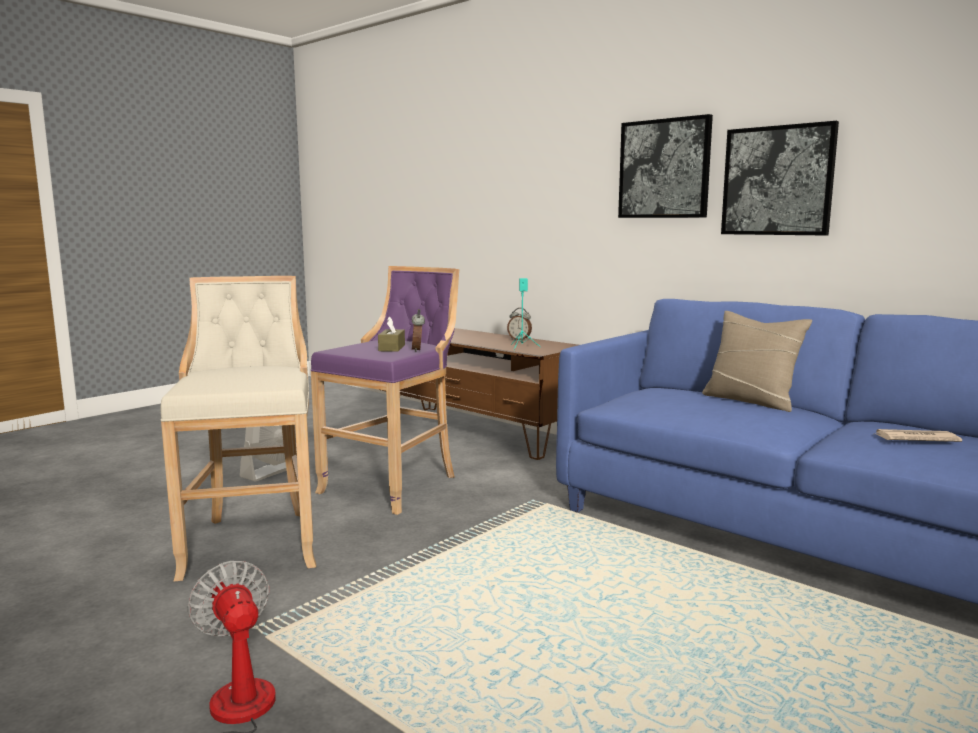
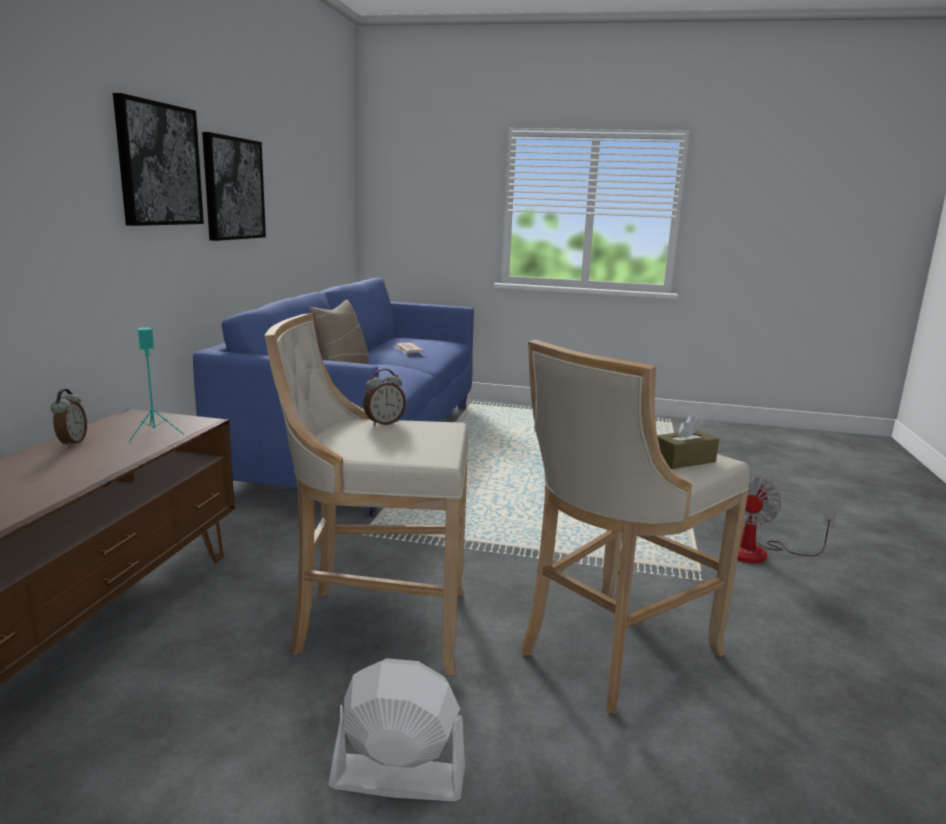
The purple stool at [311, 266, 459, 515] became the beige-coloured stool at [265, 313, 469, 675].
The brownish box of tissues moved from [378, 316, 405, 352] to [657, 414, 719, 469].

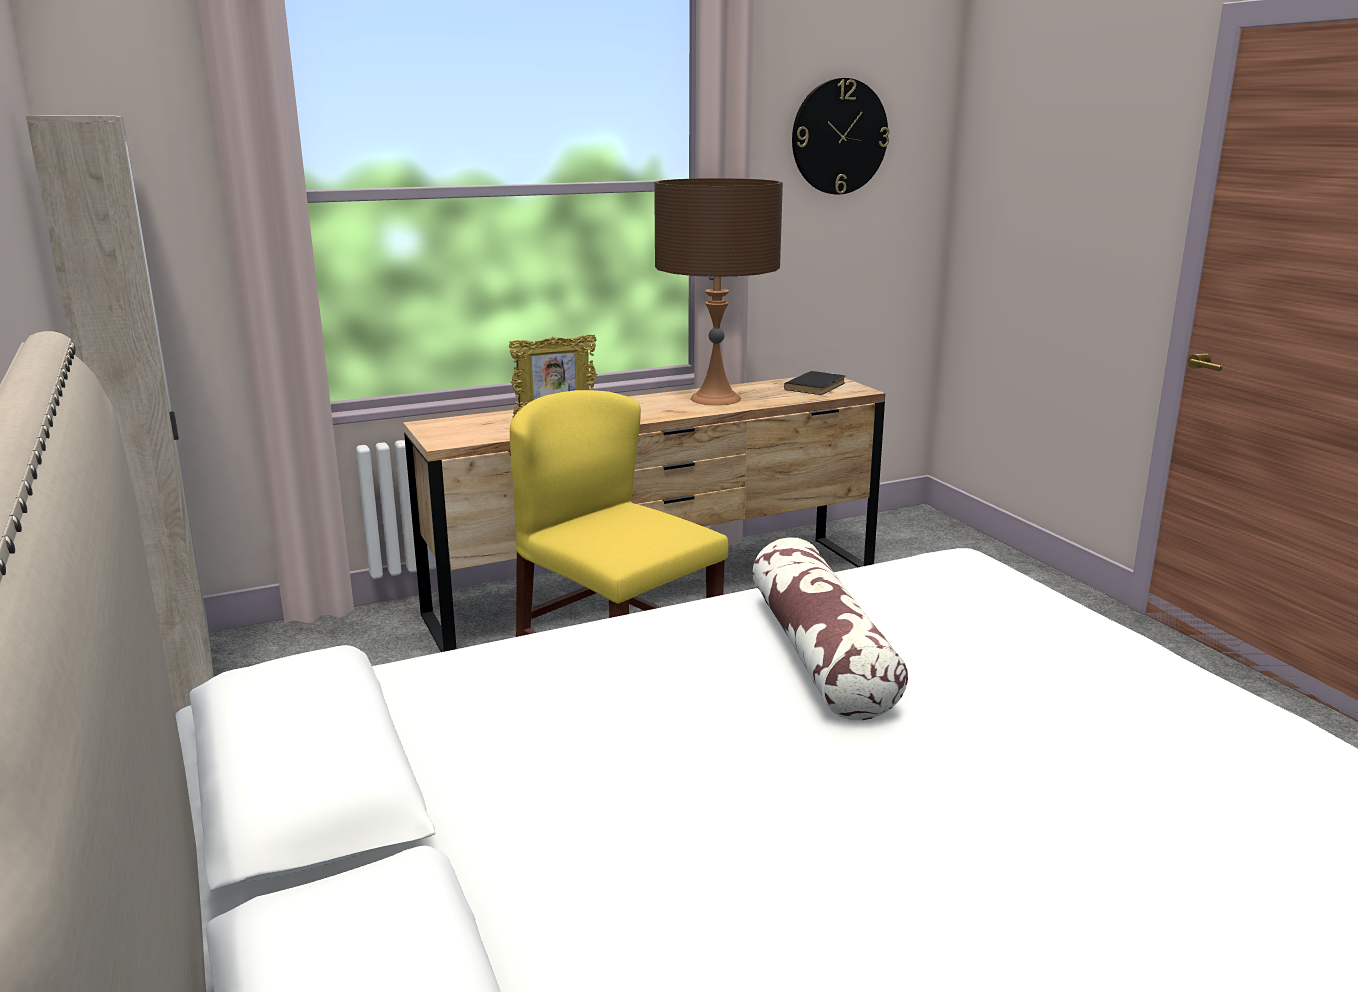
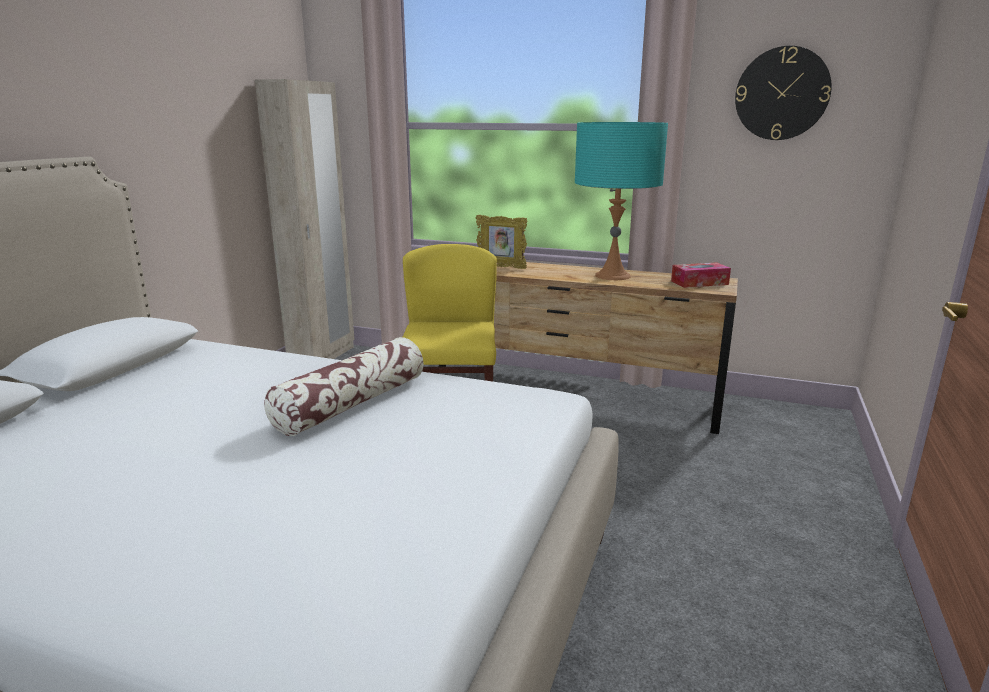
The brownish table lamp at [654, 178, 783, 406] became the blue-green table lamp at [575, 122, 668, 280].
The black book at [784, 371, 845, 395] was replaced by the box of tissues at [671, 262, 731, 288].

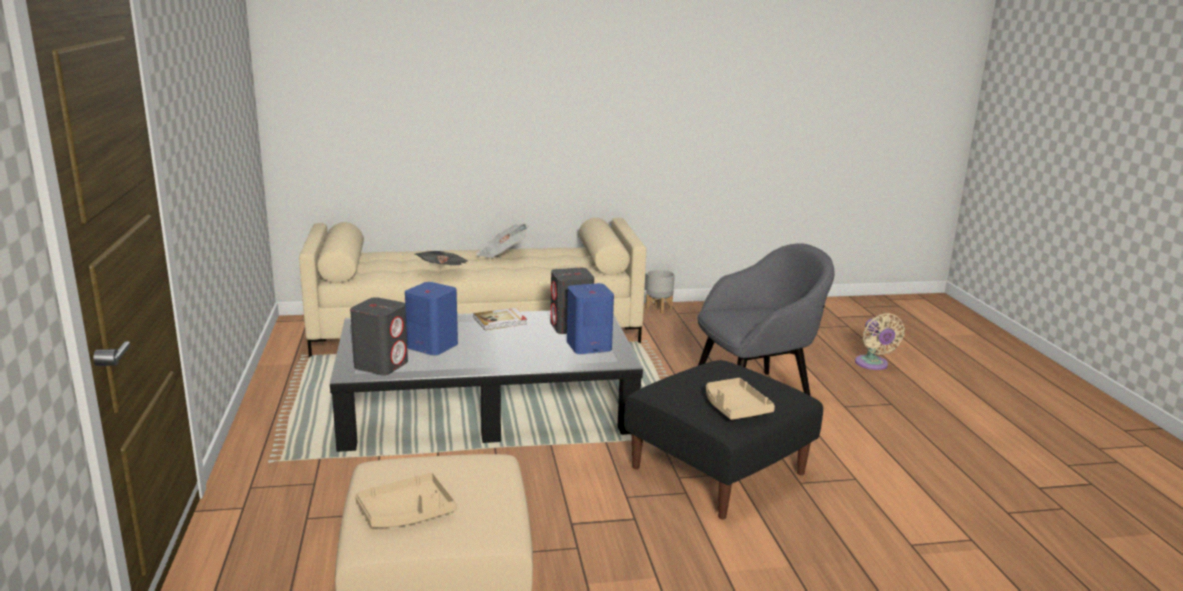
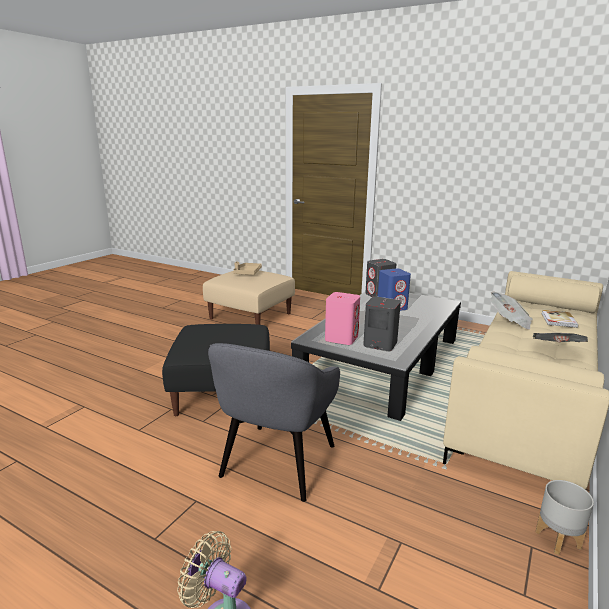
The book moved from [474, 308, 527, 330] to [541, 310, 579, 328].
The blue-coloured audio speaker at [567, 283, 614, 354] became the pink-coloured audio speaker at [325, 292, 360, 345].
The beige-coloured serving tray at [706, 378, 775, 420] disappeared.

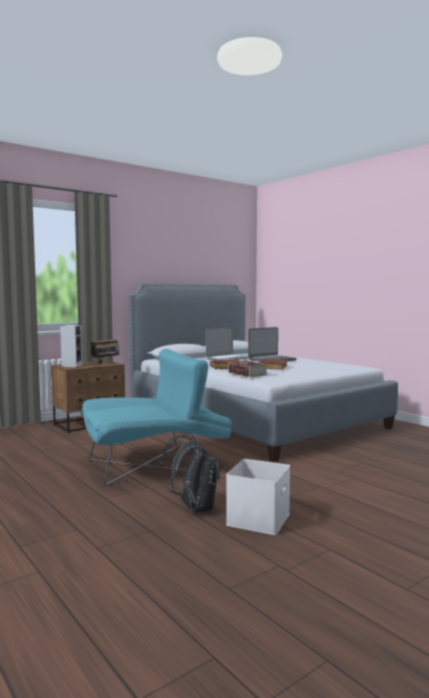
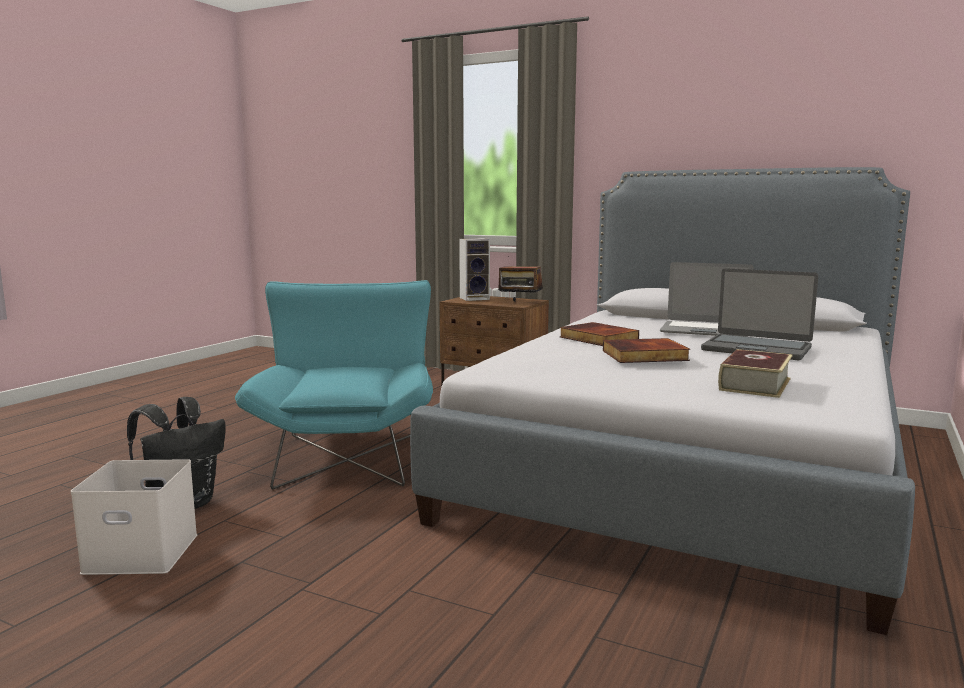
The blue-green lounge chair at [82, 349, 232, 486] turned 135 degrees counterclockwise.
The book moved from [228, 361, 268, 377] to [718, 349, 793, 398].

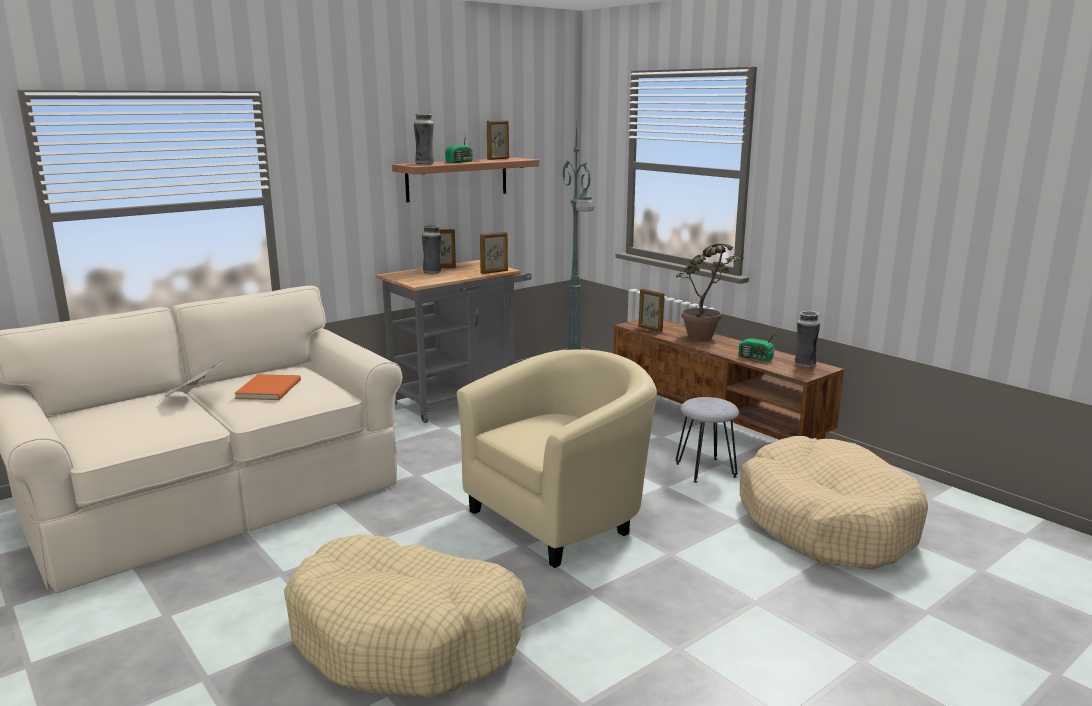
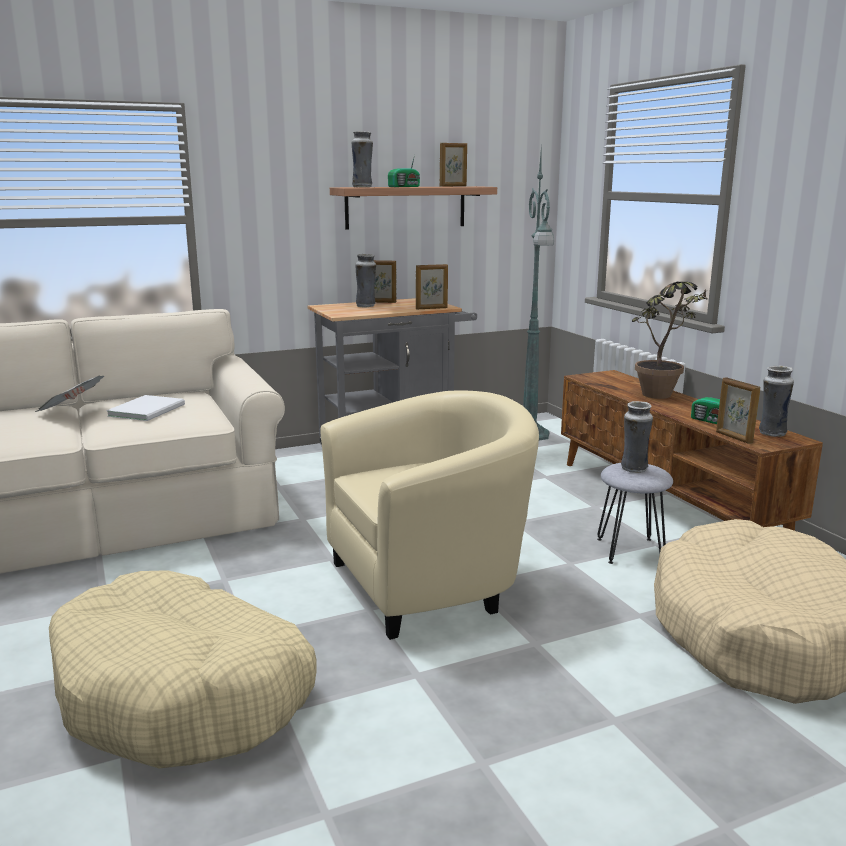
The orangey book at [234, 374, 301, 400] became the whitish book at [106, 395, 185, 421].
The picture frame moved from [639, 289, 664, 332] to [716, 377, 760, 444].
The decorative vase at [621, 401, 653, 473] appeared.

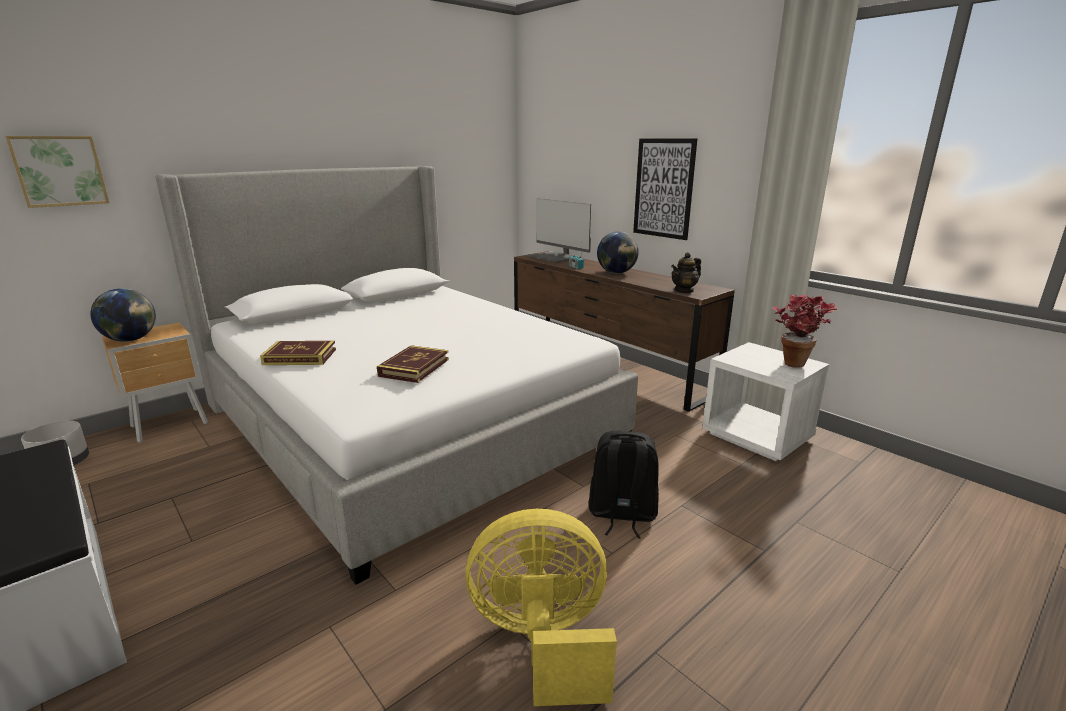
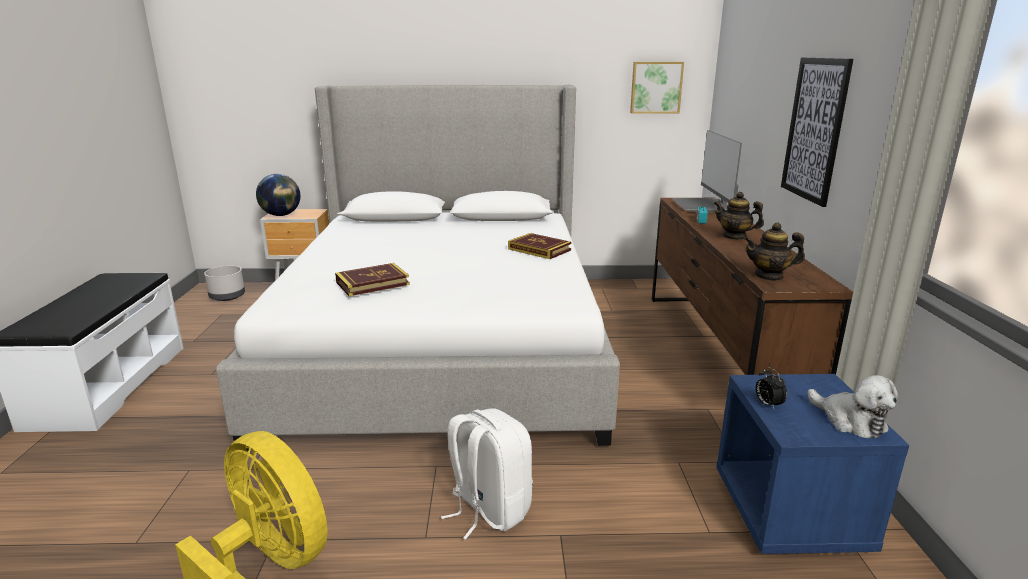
The wall art moved from [6, 136, 109, 208] to [630, 62, 684, 114].
The book moved from [260, 341, 336, 365] to [508, 233, 571, 259].
The black backpack at [589, 431, 659, 539] became the whitish backpack at [441, 408, 533, 540].
The world globe at [597, 231, 639, 274] was replaced by the pot for tea at [714, 192, 764, 240].
The whitish bedside table at [702, 342, 829, 461] became the blue-coloured bedside table at [716, 374, 909, 554].
The plant in a pot at [773, 294, 838, 367] was replaced by the plush toy at [807, 375, 898, 439].
The alarm clock at [755, 367, 787, 409] appeared.

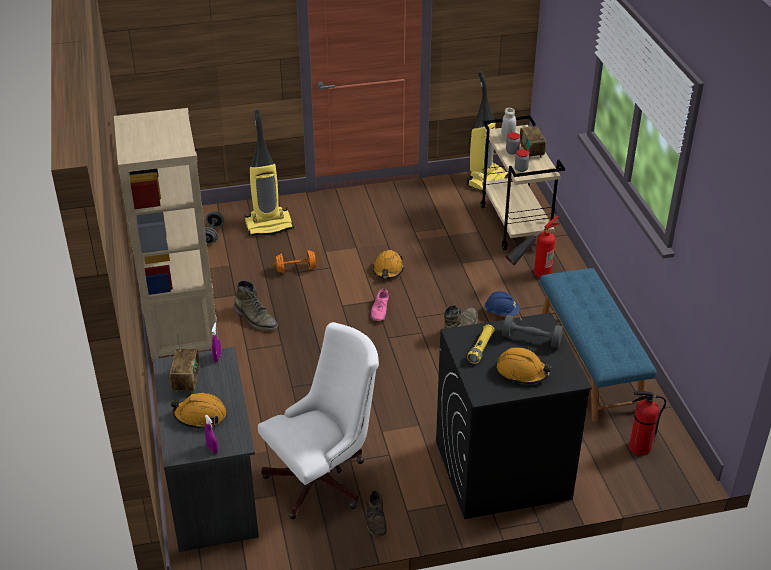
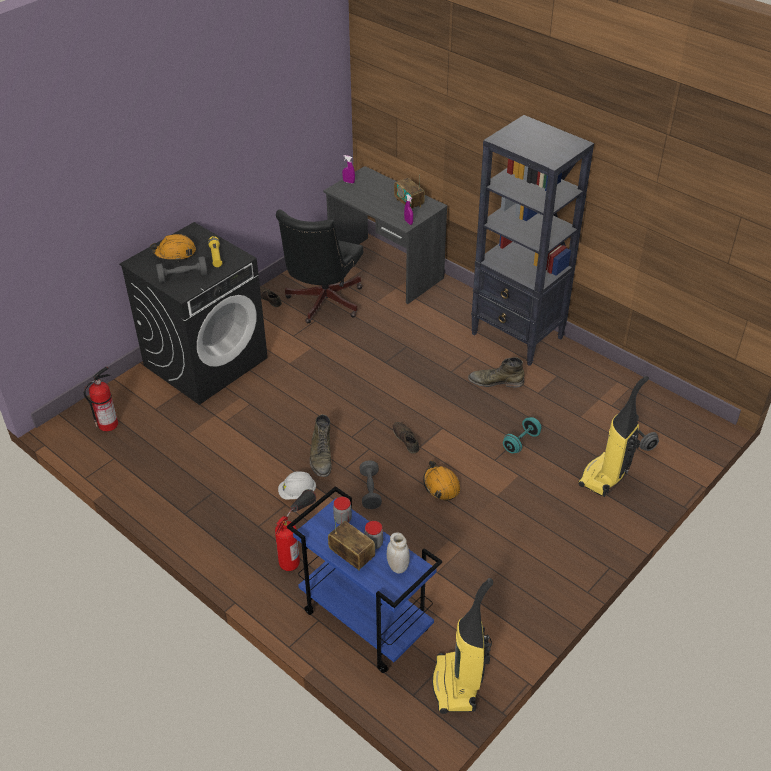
The beige-coloured bookshelf at [114, 108, 218, 362] became the black bookshelf at [471, 115, 594, 366].
The orangey work helmet at [170, 393, 226, 429] disappeared.
The whitish office chair at [258, 322, 379, 519] became the black office chair at [276, 209, 363, 323].
The orangey hand weight at [275, 250, 317, 273] became the blue-green hand weight at [503, 417, 541, 453].
The pink-coloured low shoe at [371, 288, 389, 321] became the brownish low shoe at [393, 422, 419, 454].
The beige-coloured trolley at [480, 115, 565, 251] became the blue-coloured trolley at [287, 486, 442, 673].
The blue-coloured work helmet at [484, 291, 520, 316] became the whitish work helmet at [278, 471, 316, 500].
The blue-coloured indoor bench at [540, 268, 657, 422] disappeared.
The greyish hand weight at [359, 460, 382, 509] appeared.

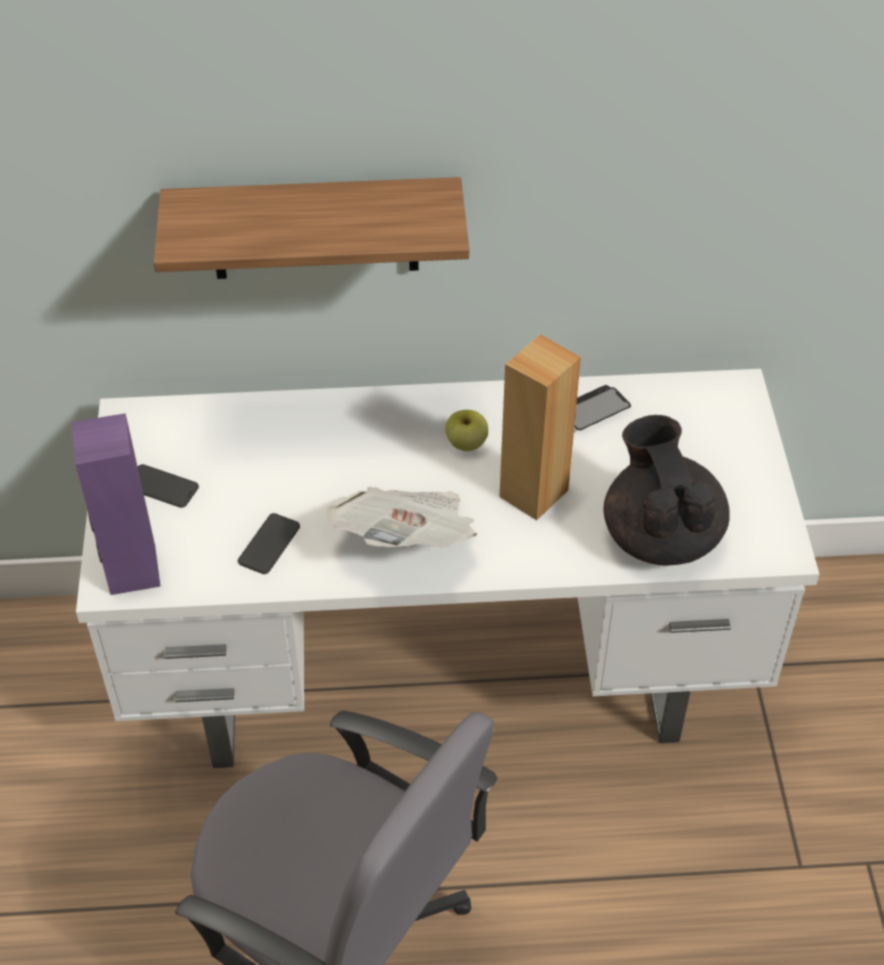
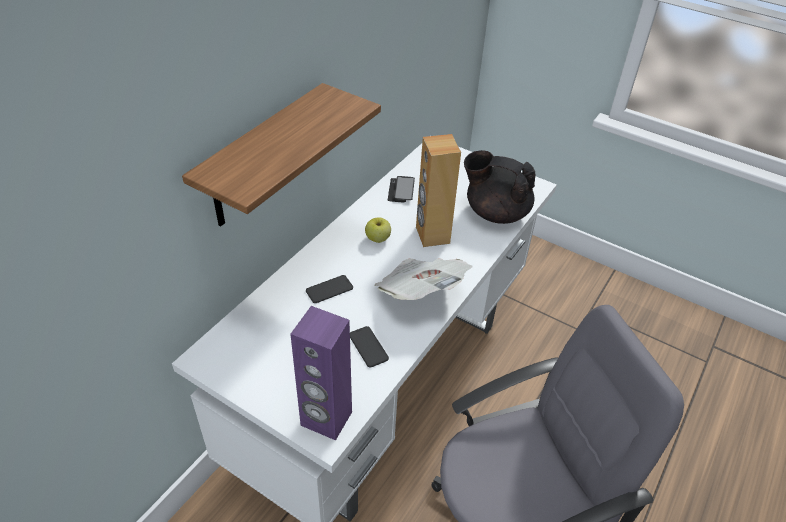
The phone moved from [138, 464, 199, 508] to [306, 275, 353, 303].

